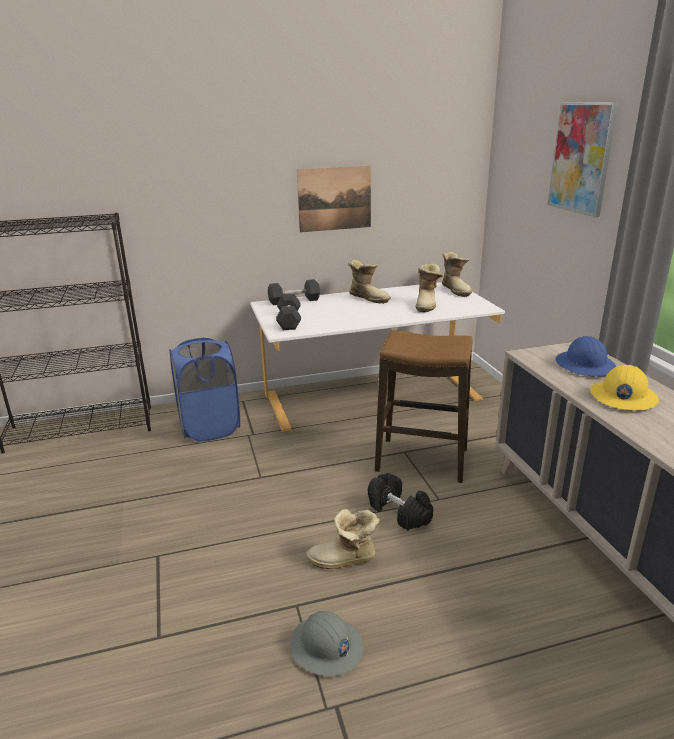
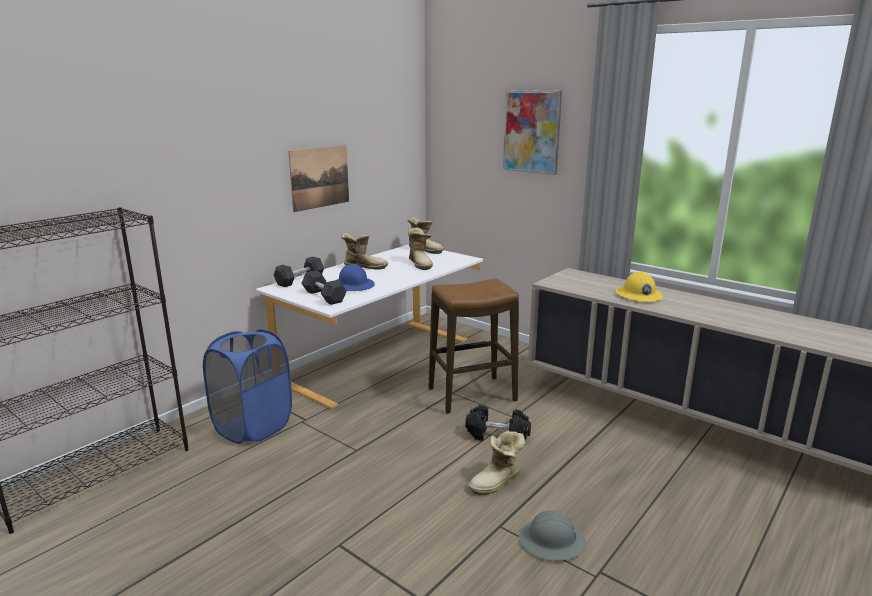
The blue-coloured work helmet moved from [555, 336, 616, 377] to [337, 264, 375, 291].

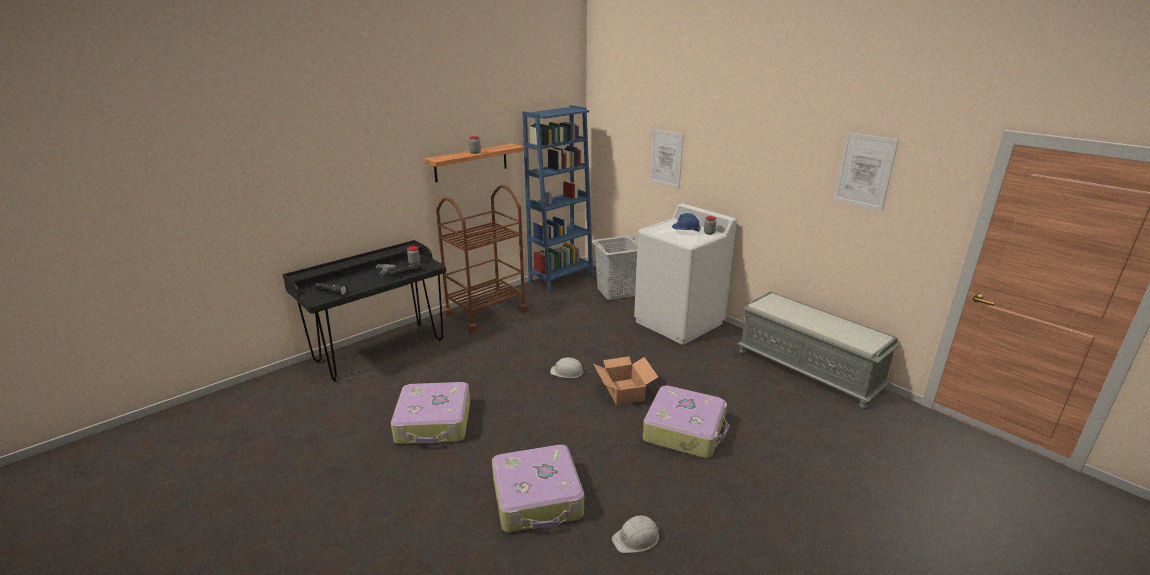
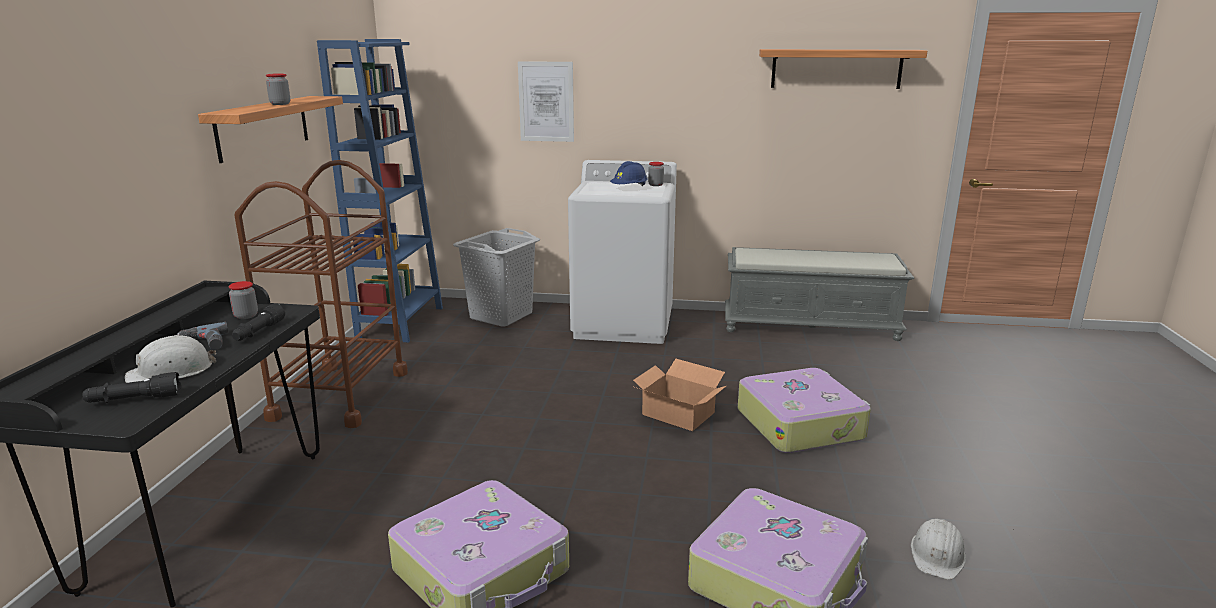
The whitish work helmet moved from [550, 357, 586, 378] to [125, 335, 216, 383].
The wall art at [833, 132, 899, 211] was replaced by the wall shelf at [759, 49, 927, 89].

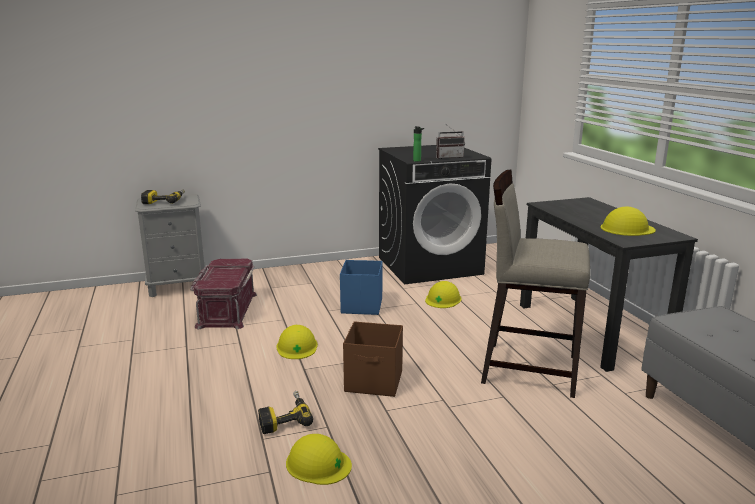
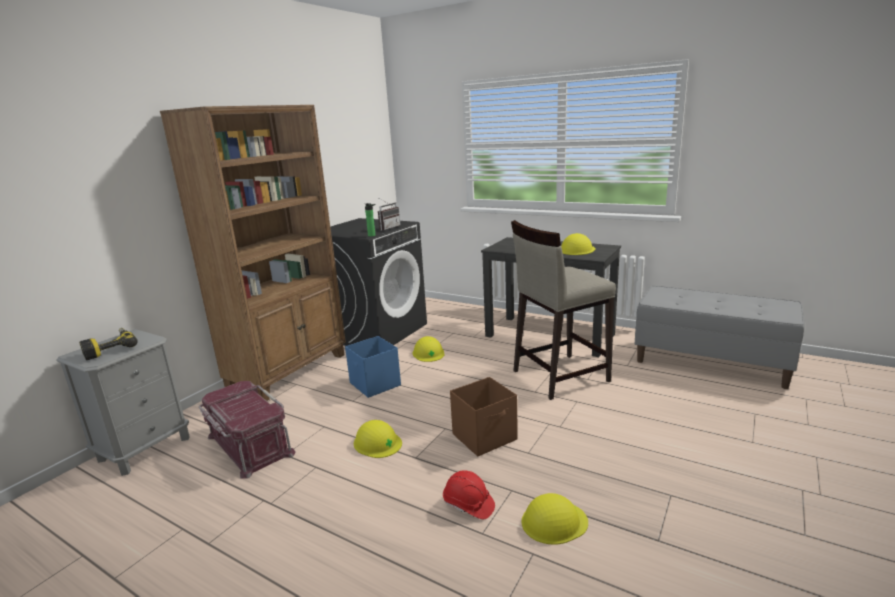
The electric drill at [258, 391, 313, 434] was replaced by the reddish work helmet at [443, 470, 495, 519].
The brownish bookshelf at [160, 105, 346, 401] appeared.

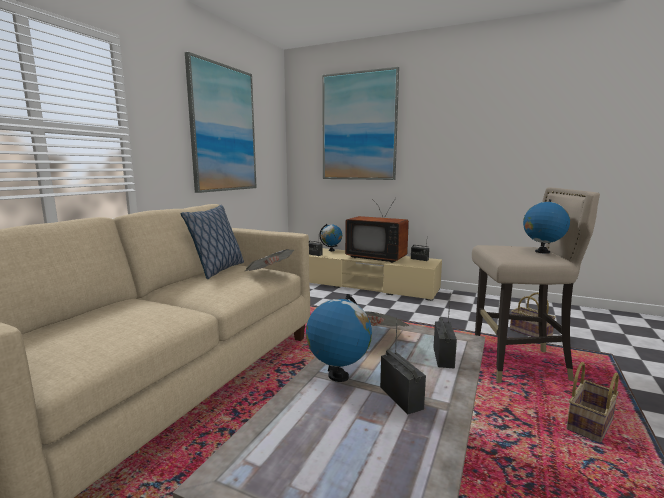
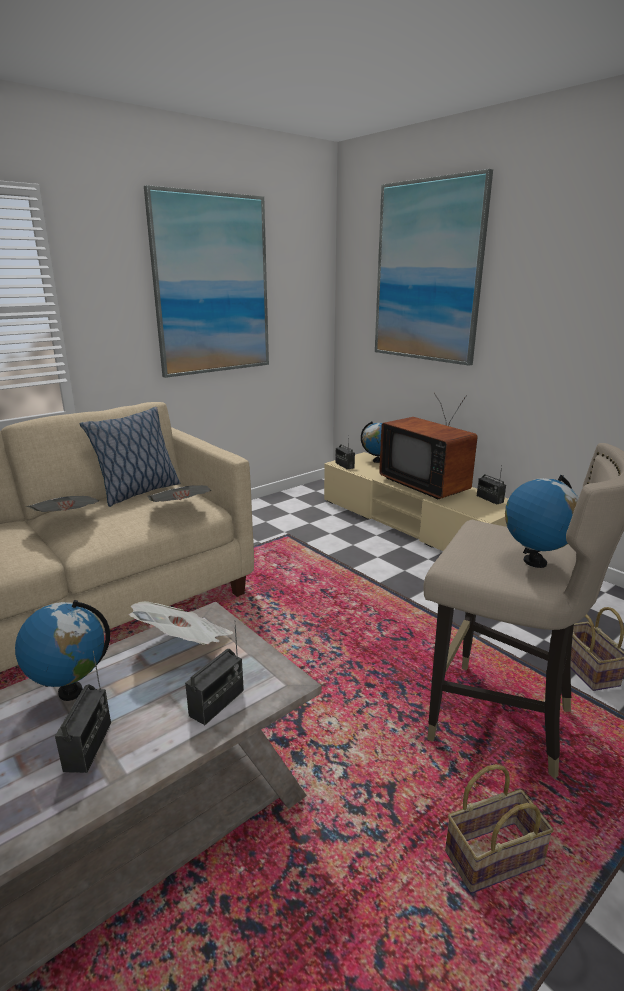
The newspaper at [26, 496, 100, 512] appeared.

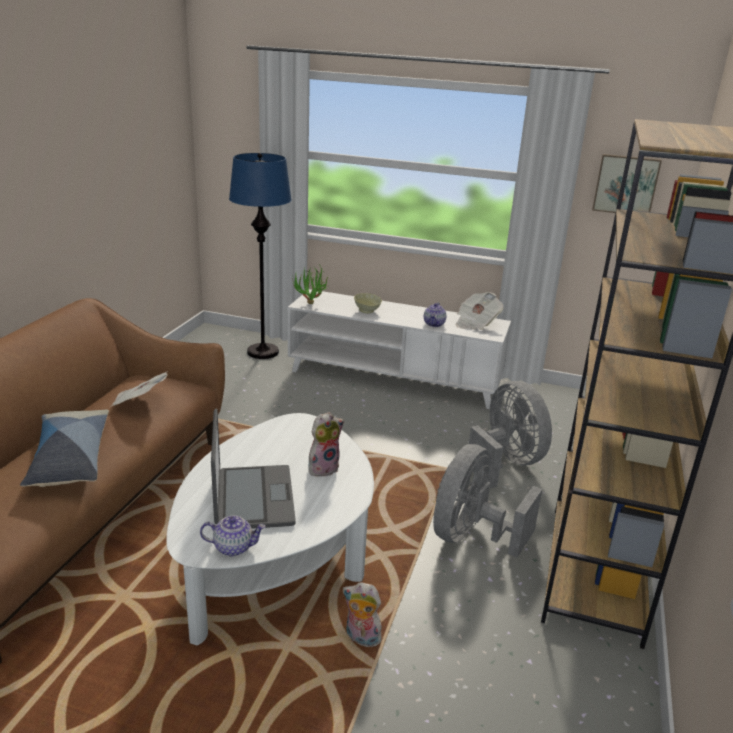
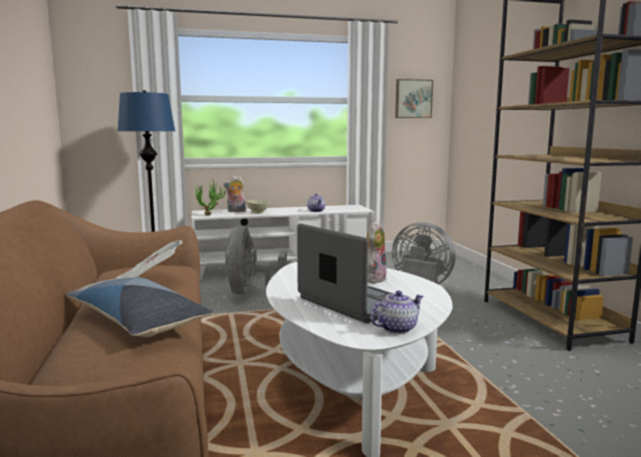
The plush toy moved from [343, 582, 382, 647] to [223, 176, 246, 212].
The greyish electric fan moved from [433, 444, 542, 557] to [225, 226, 287, 295].
The newspaper at [456, 292, 503, 330] disappeared.

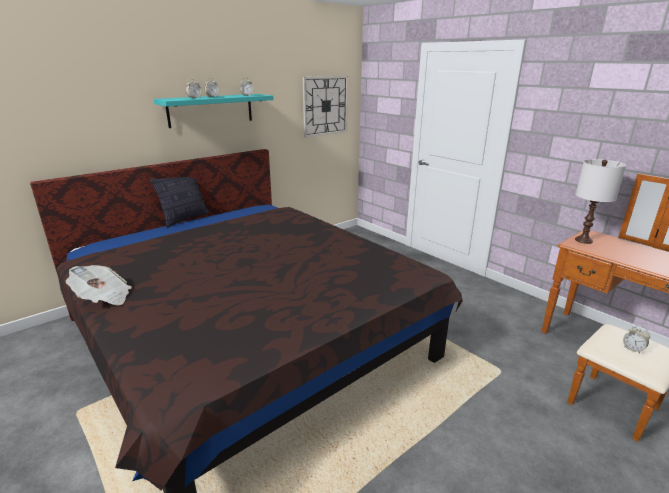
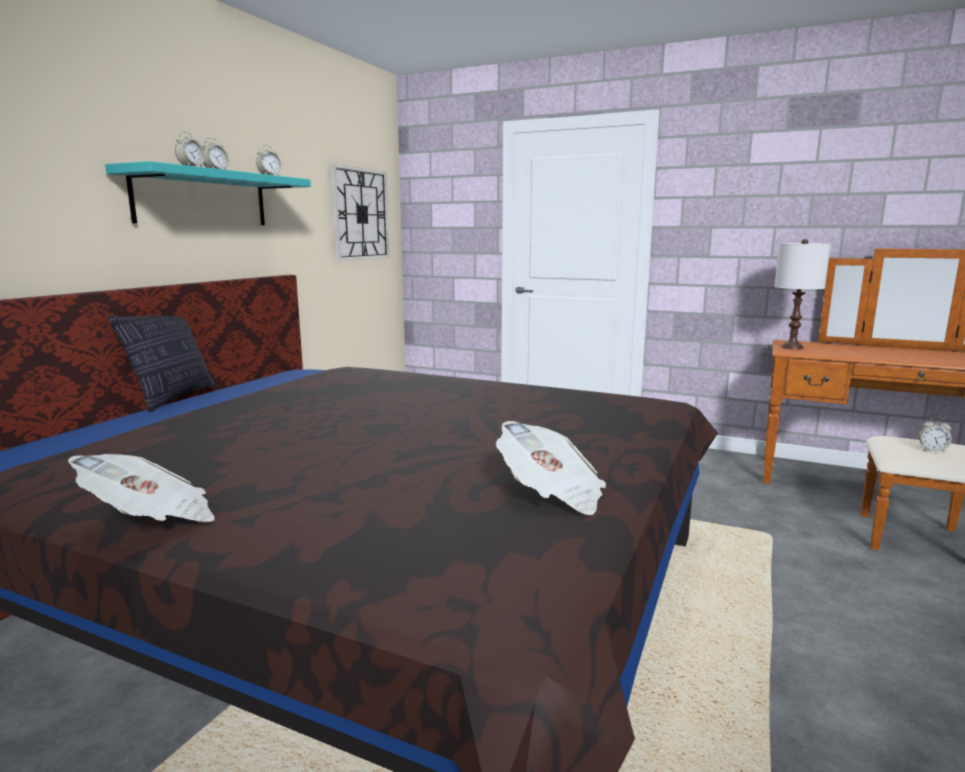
The newspaper at [496, 421, 606, 515] appeared.

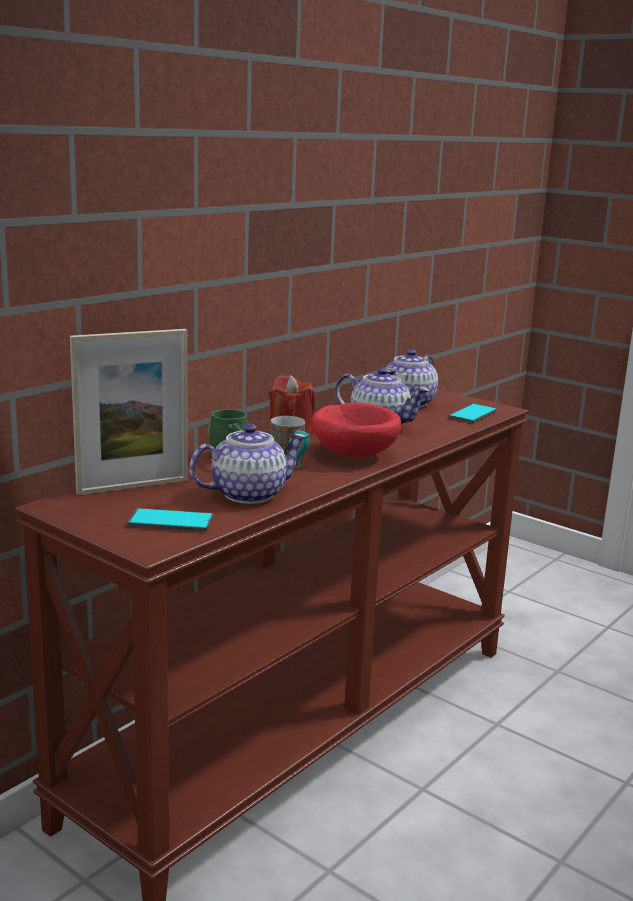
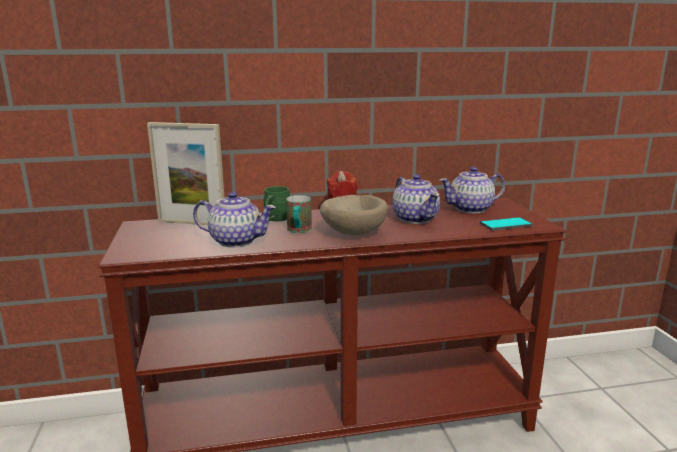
The phone at [127, 508, 214, 532] disappeared.
The reddish deep dish at [312, 403, 401, 457] became the beige-coloured deep dish at [320, 195, 388, 235].

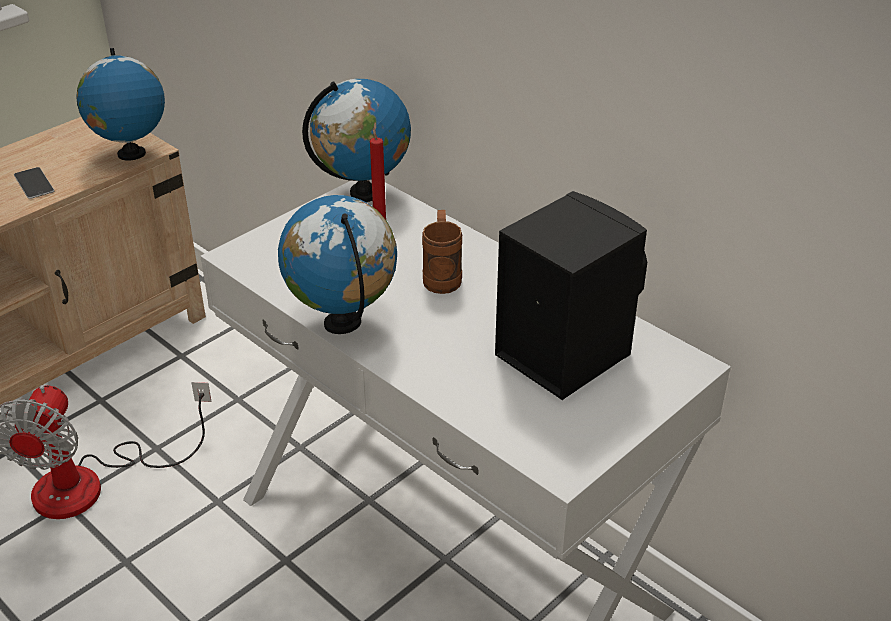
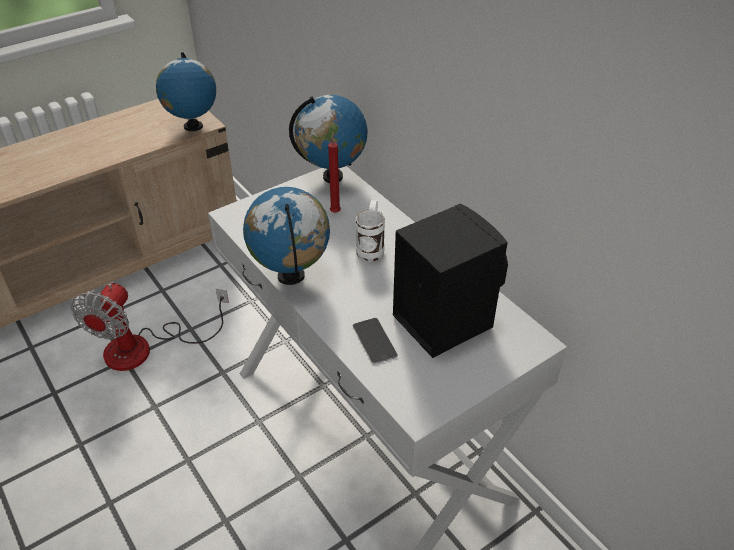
The phone moved from [14, 167, 54, 199] to [353, 318, 398, 364].
The brownish mug at [422, 210, 463, 294] became the whitish mug at [356, 200, 385, 262].

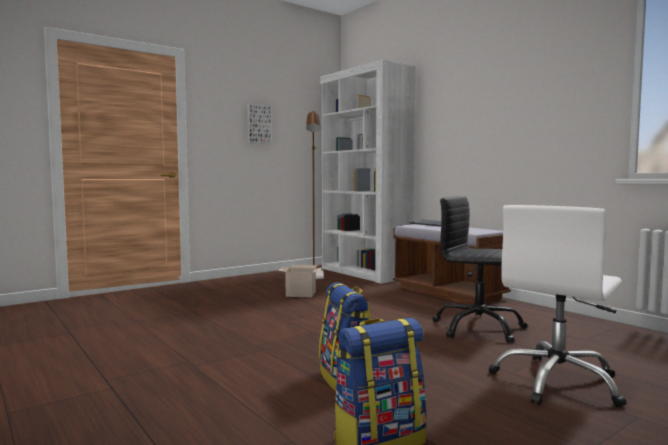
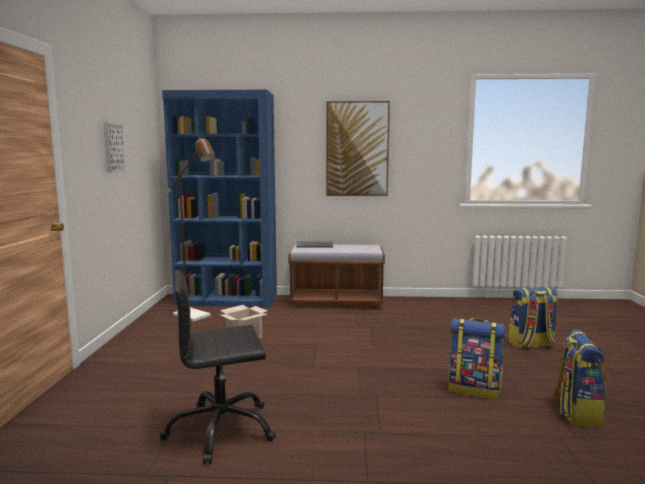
The whitish bookshelf at [320, 59, 416, 284] became the blue-coloured bookshelf at [162, 90, 277, 308].
The black office chair moved from [433, 196, 527, 343] to [160, 270, 276, 464].
The whitish office chair at [488, 205, 626, 408] was replaced by the backpack at [508, 287, 558, 348].
The wall art at [326, 101, 390, 196] appeared.

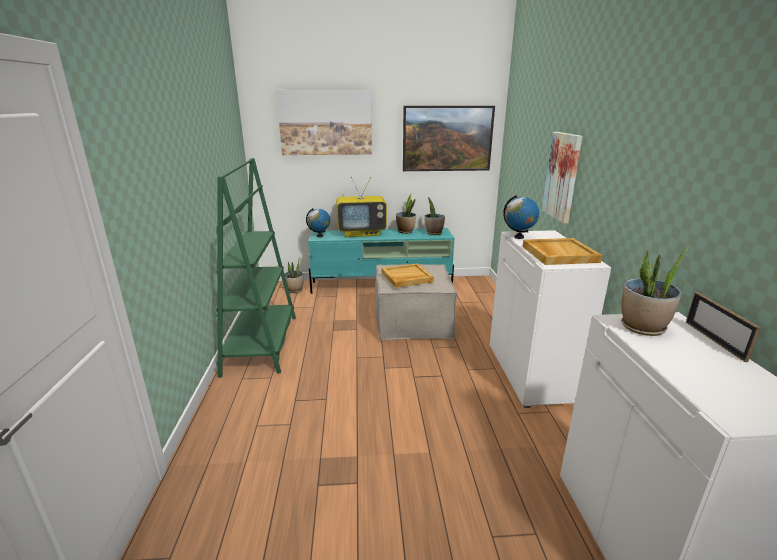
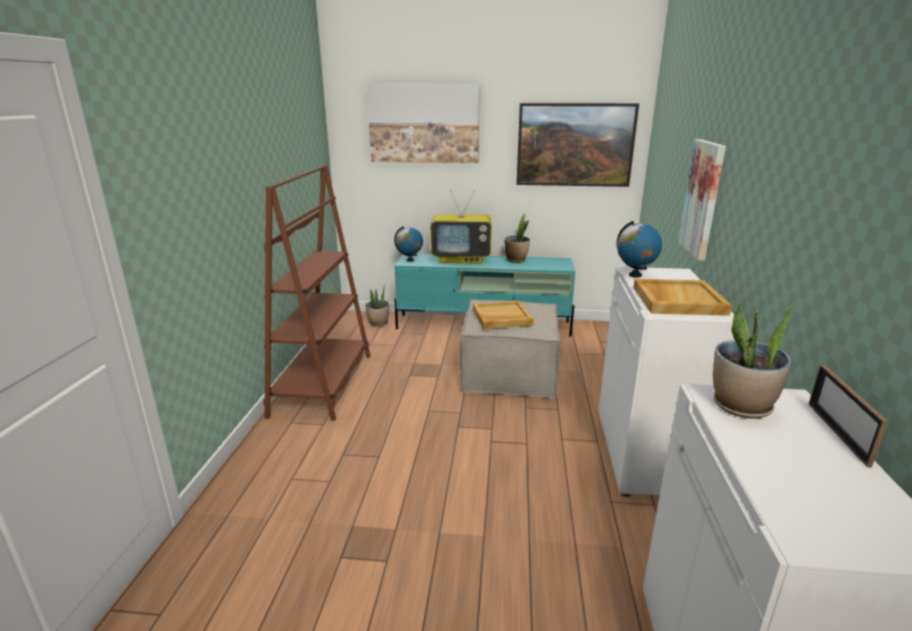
The greenish bookshelf at [216, 158, 296, 378] became the brownish bookshelf at [263, 165, 371, 421].
The plant in a pot at [424, 198, 445, 235] disappeared.

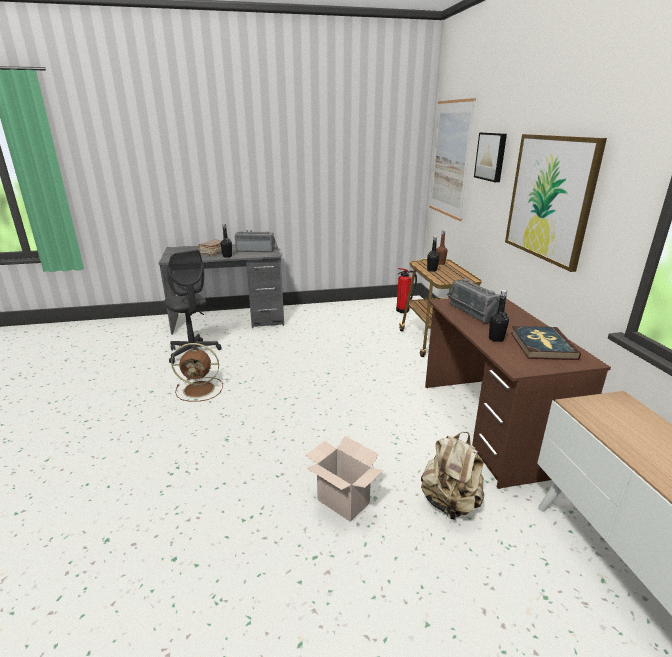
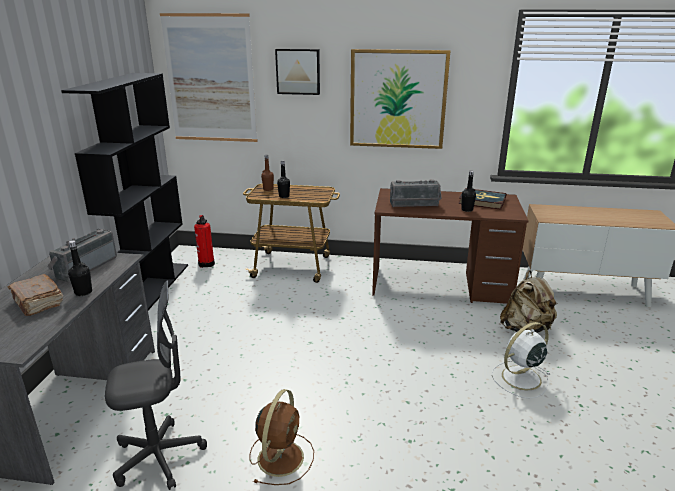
The carton at [306, 436, 384, 522] was replaced by the whitish electric fan at [492, 322, 550, 399].
The black bookshelf at [61, 73, 188, 310] appeared.

